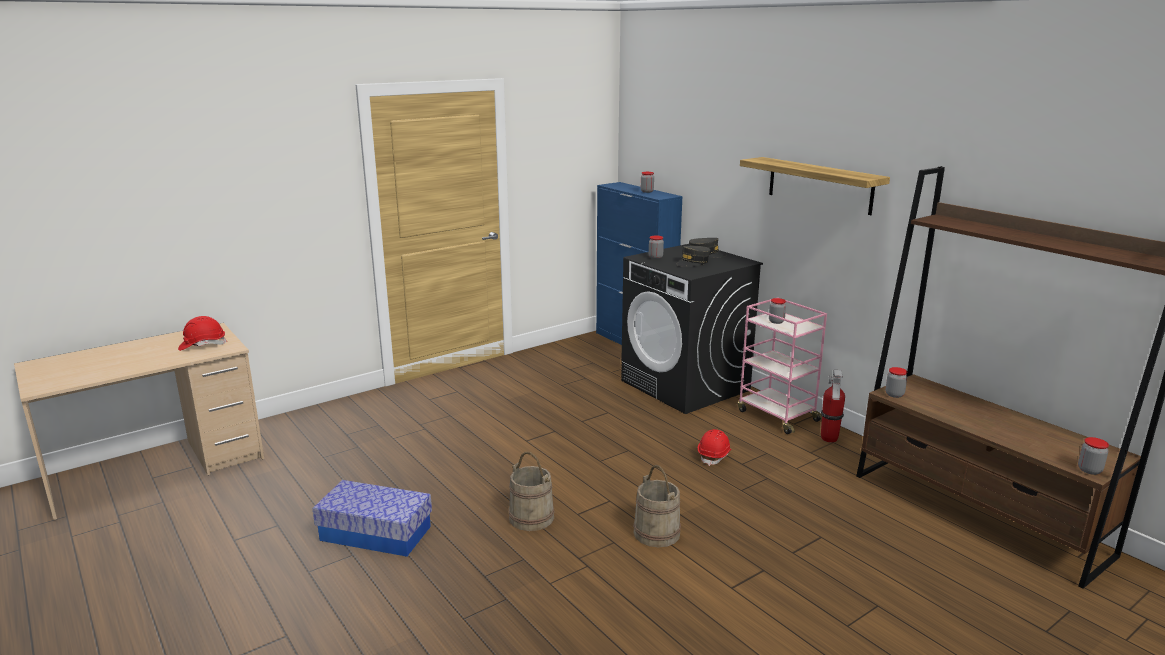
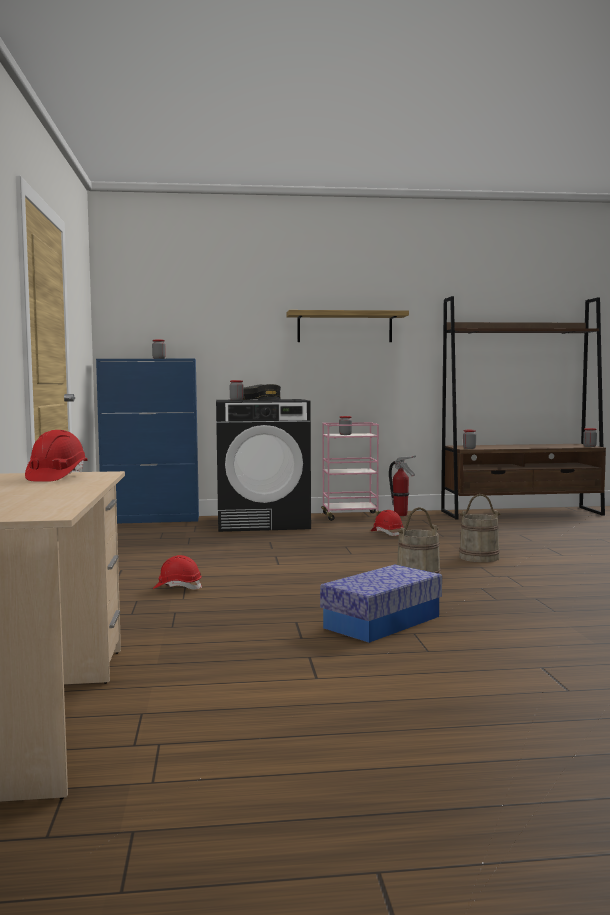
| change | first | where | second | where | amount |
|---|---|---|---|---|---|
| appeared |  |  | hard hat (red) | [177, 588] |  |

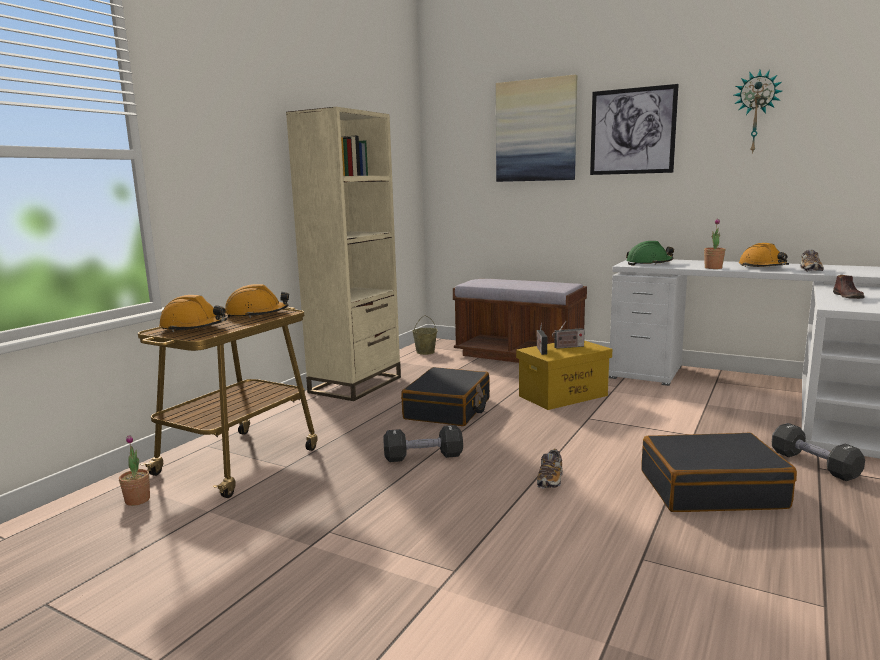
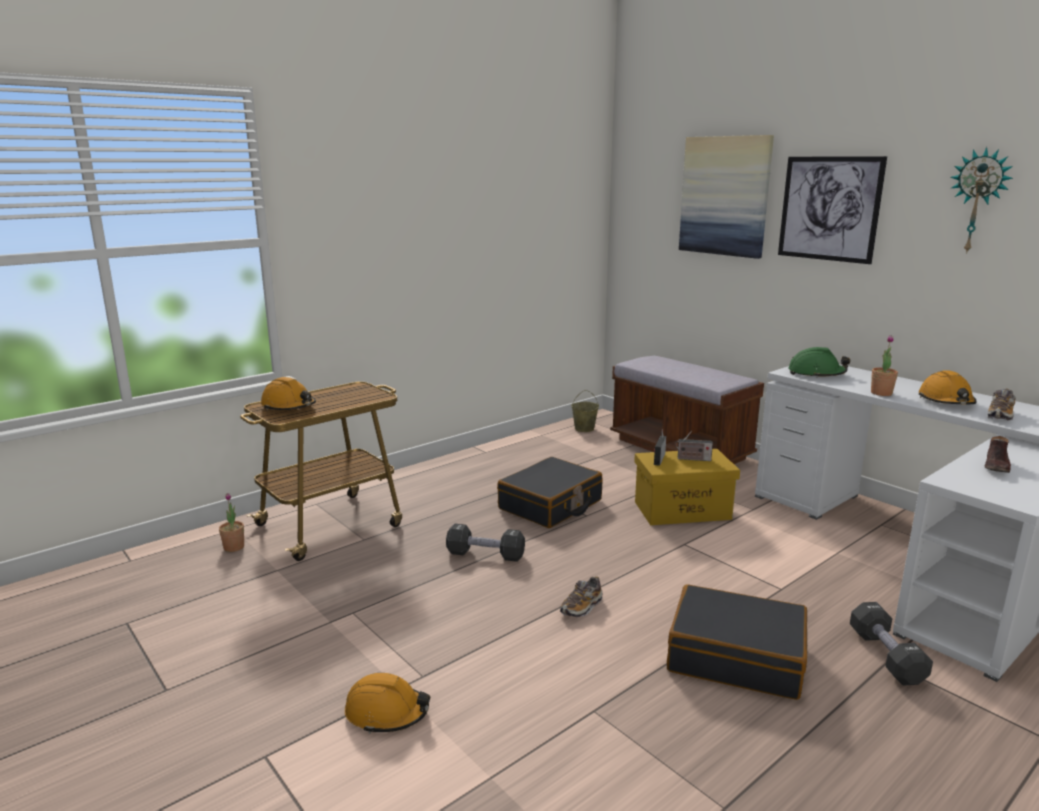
| change | first | where | second | where | amount |
|---|---|---|---|---|---|
| missing | bookcase (beige) | [356, 385] |  |  |  |
| relocated | hard hat (orange) | [257, 314] |  | [387, 713] |  |

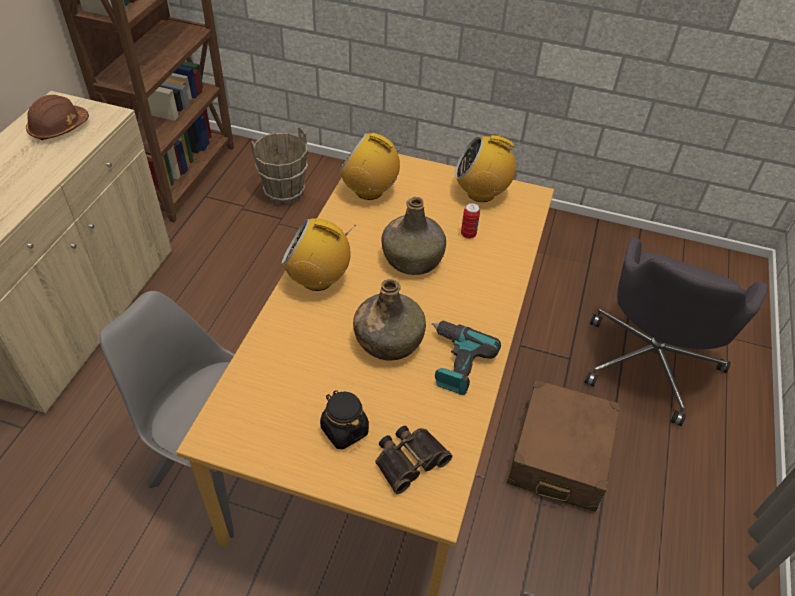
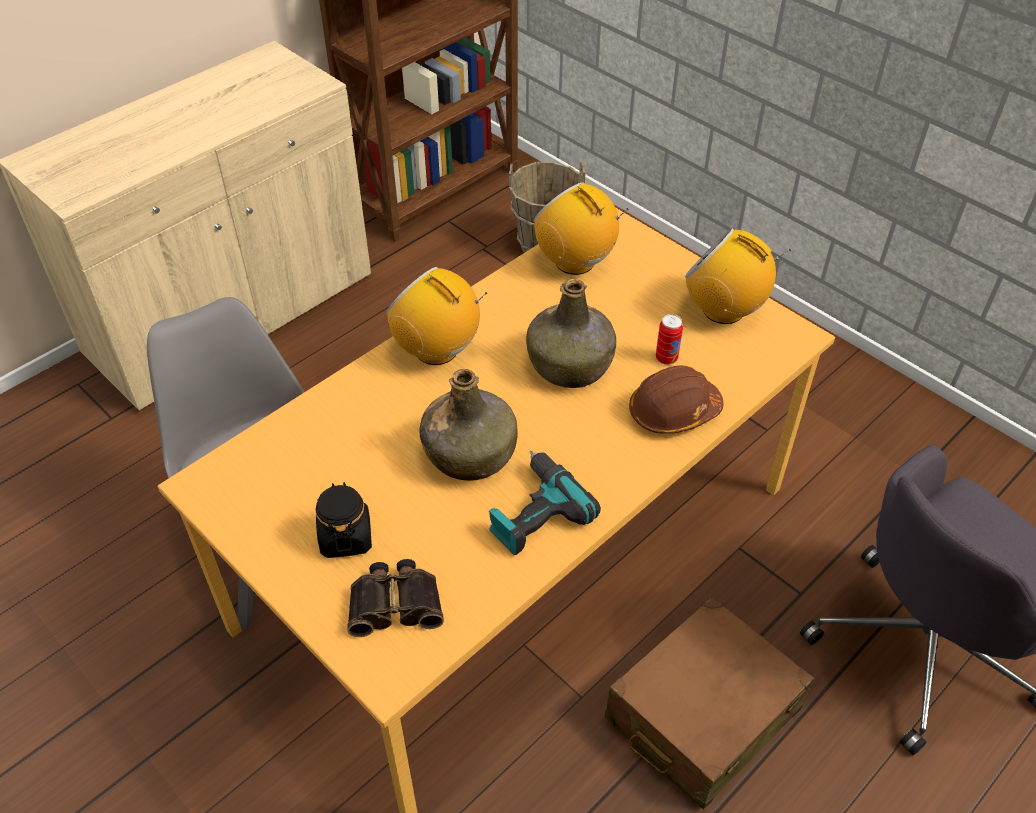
| change | first | where | second | where | amount |
|---|---|---|---|---|---|
| relocated | hard hat (brown) | [59, 128] |  | [673, 411] |  |

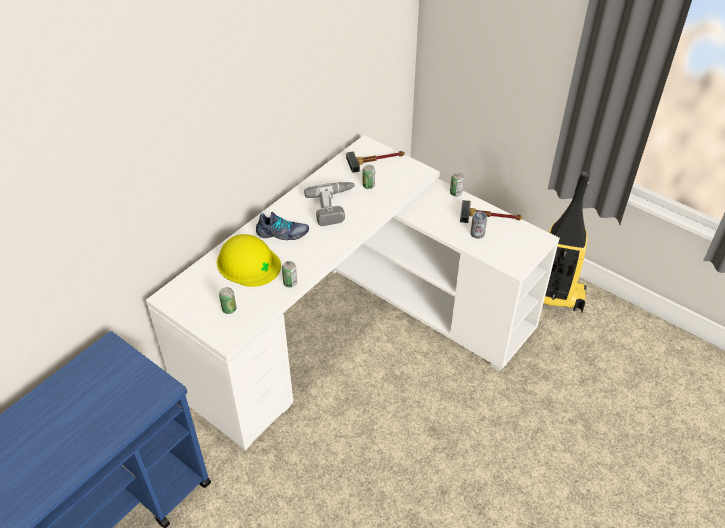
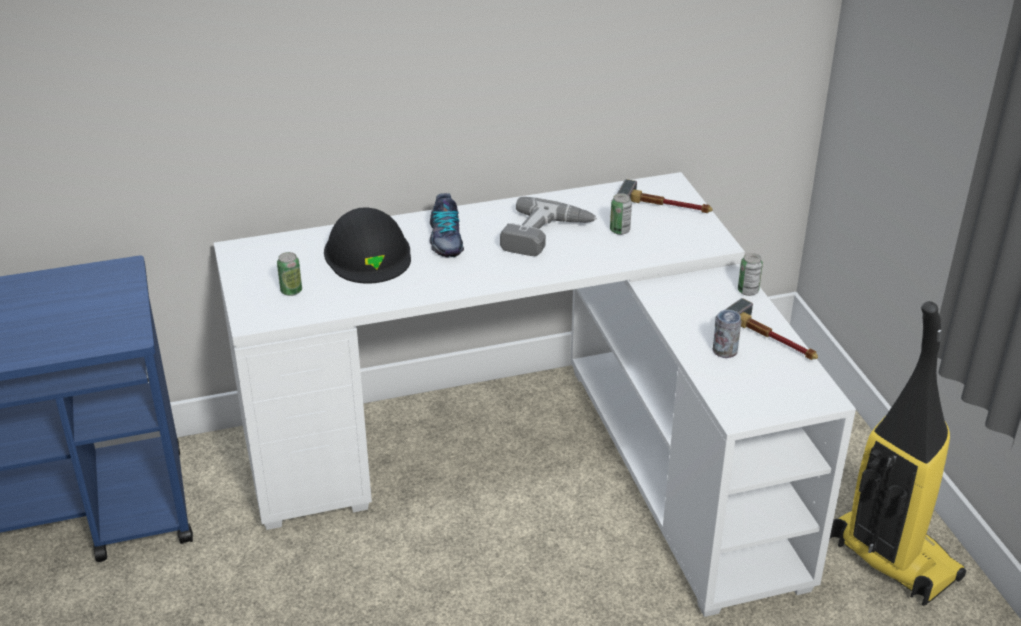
| change | first | where | second | where | amount |
|---|---|---|---|---|---|
| missing | can | [290, 283] |  |  |  |
| colour | hard hat (yellow) | [248, 263] | hard hat (black) | [368, 253] |  |
| spun | shoe | [282, 234] |  | [445, 239] | 45 degrees clockwise |

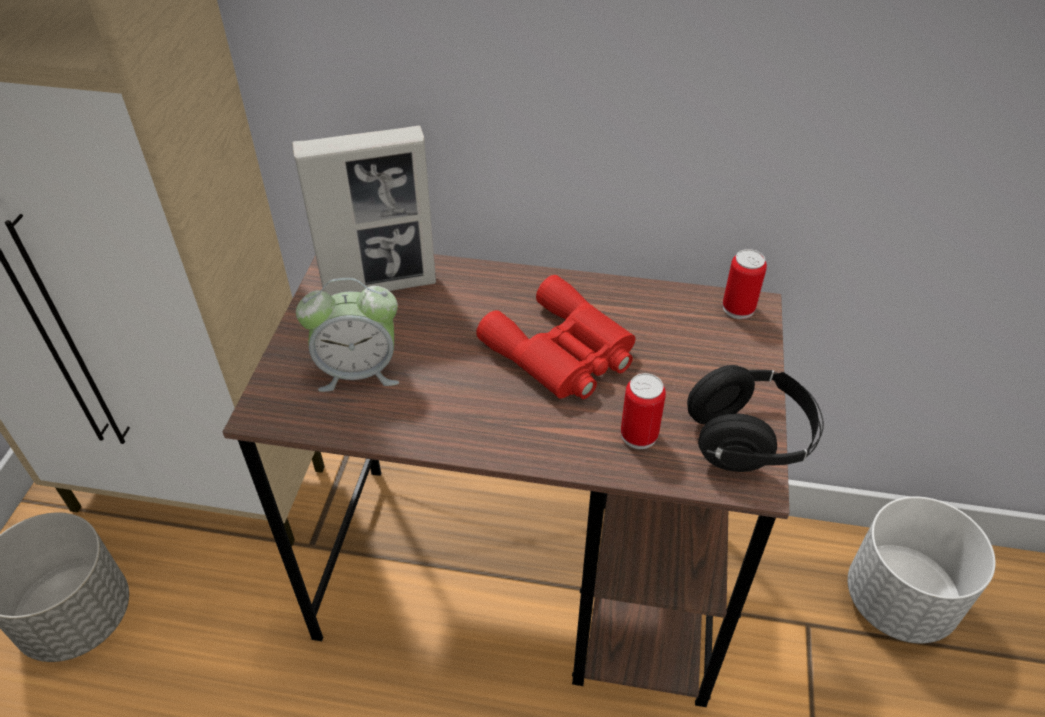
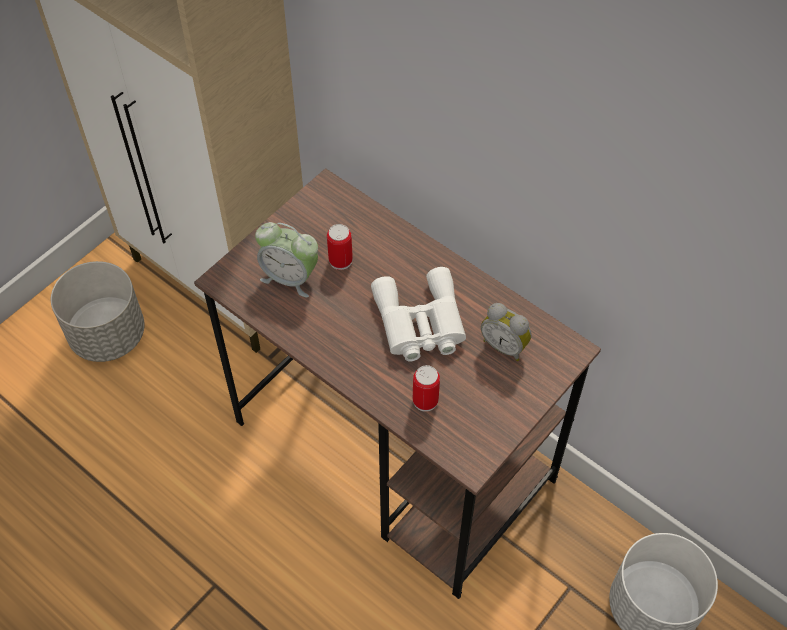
| change | first | where | second | where | amount |
|---|---|---|---|---|---|
| missing | picture frame | [380, 285] |  |  |  |
| missing | headphones (black) | [749, 439] |  |  |  |
| appeared |  |  | alarm clock | [505, 345] |  |
| relocated | can | [738, 308] |  | [340, 261] |  |
| colour | binoculars (red) | [562, 353] | binoculars (white) | [420, 323] |  |

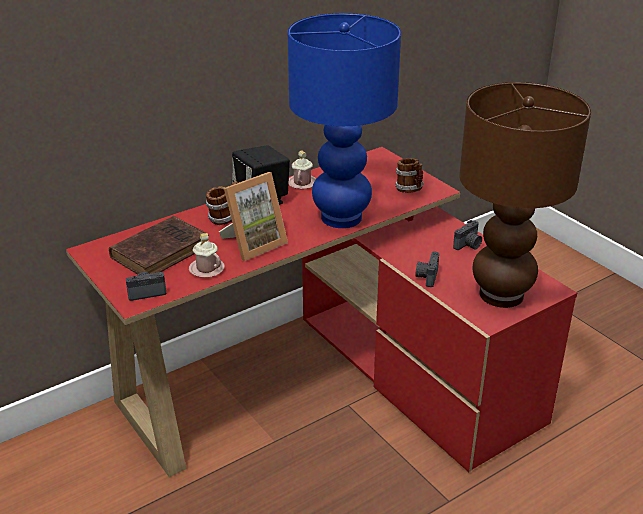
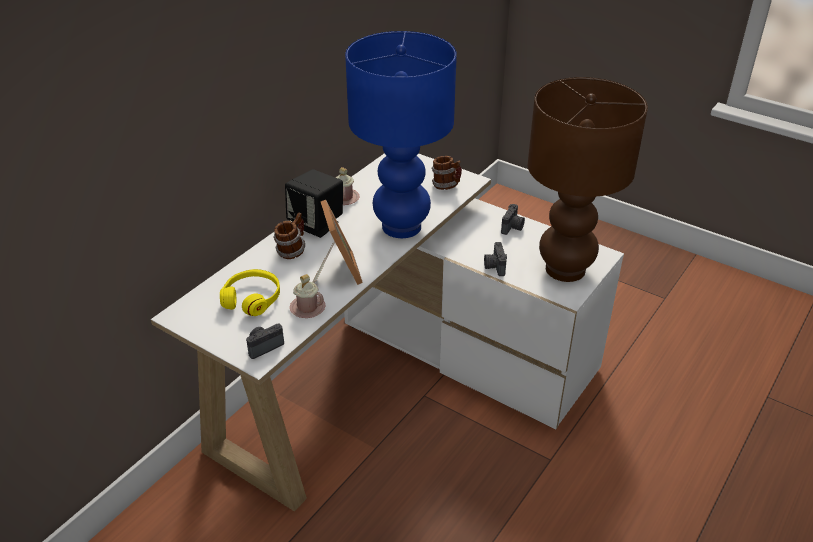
| change | first | where | second | where | amount |
|---|---|---|---|---|---|
| exchanged | book (brown) | [162, 251] | headphones (yellow) | [252, 298] |  |
| colour | desk (red) | [329, 383] | desk (white) | [397, 378] |  |
| spun | picture frame | [253, 244] |  | [336, 271] | 45 degrees counterclockwise |

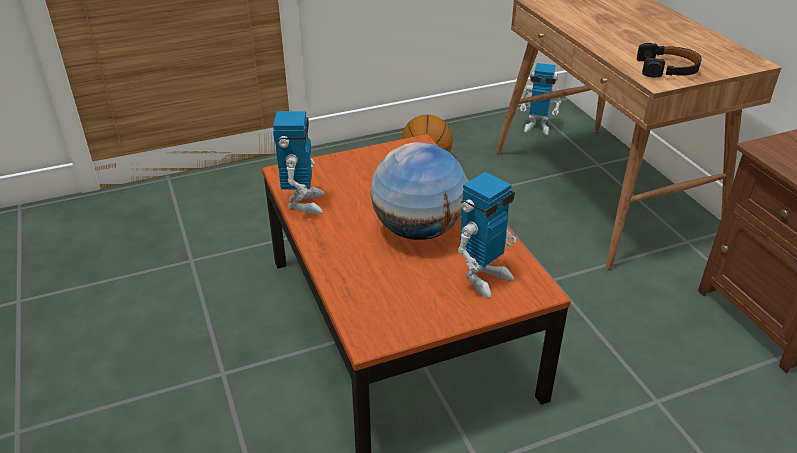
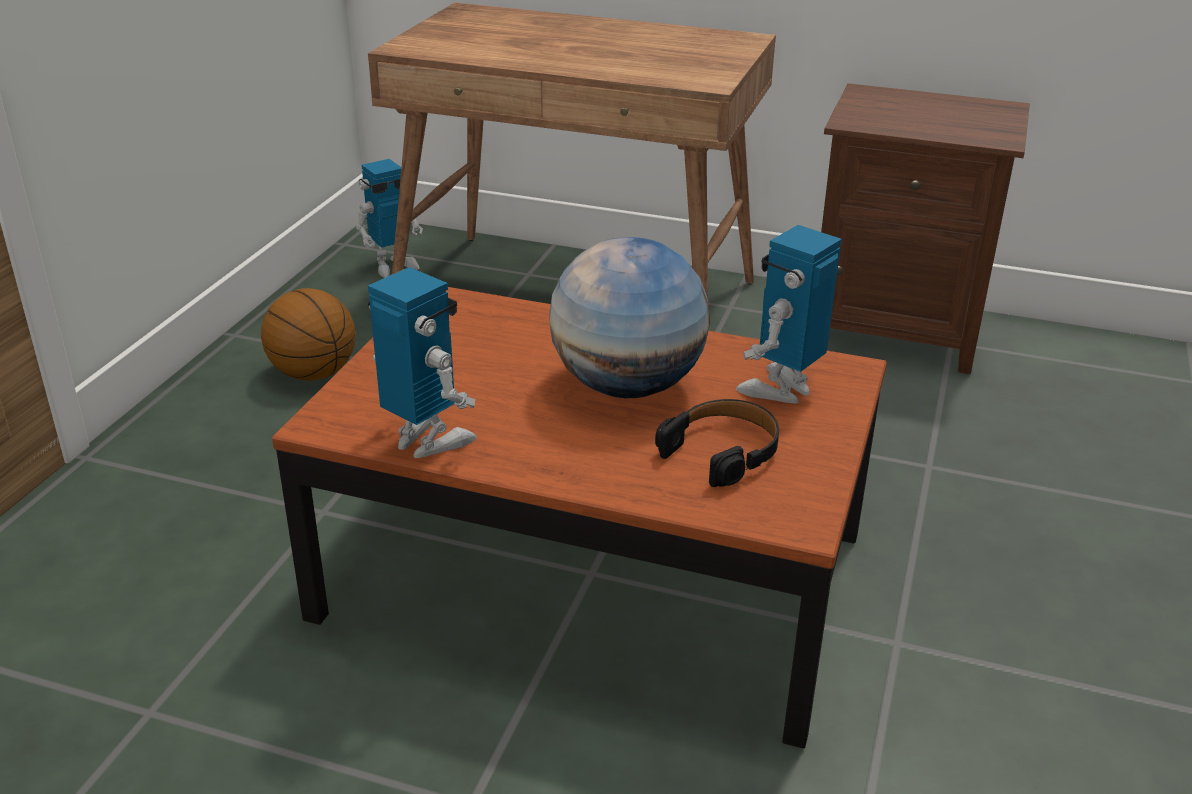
| change | first | where | second | where | amount |
|---|---|---|---|---|---|
| relocated | headphones (black) | [667, 69] |  | [722, 451] |  |
| spun | toy robot | [483, 277] |  | [781, 389] | 135 degrees counterclockwise |

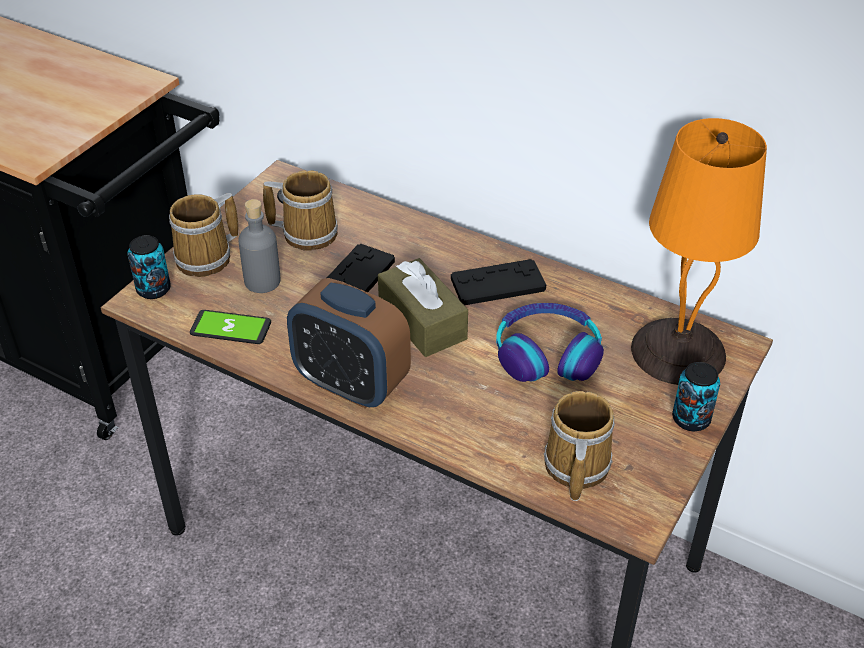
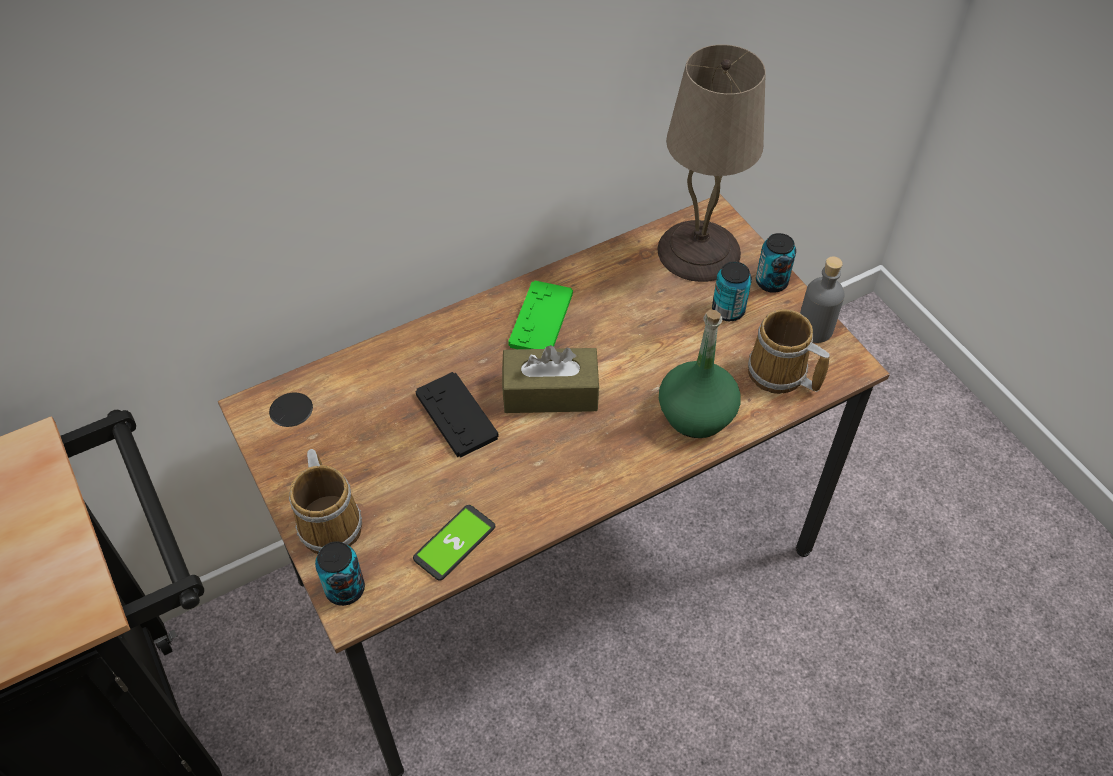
| change | first | where | second | where | amount |
|---|---|---|---|---|---|
| missing | mug | [307, 232] |  |  |  |
| missing | alarm clock | [351, 384] |  |  |  |
| missing | headphones | [547, 354] |  |  |  |
| appeared |  |  | bottle (green) | [696, 414] |  |
| appeared |  |  | can | [728, 310] |  |
| relocated | bottle (grey) | [262, 281] |  | [814, 329] |  |
| colour | game controller (black) | [498, 284] | game controller (green) | [541, 319] |  |
| colour | table lamp (orange) | [680, 351] | table lamp (beige) | [699, 249] |  |

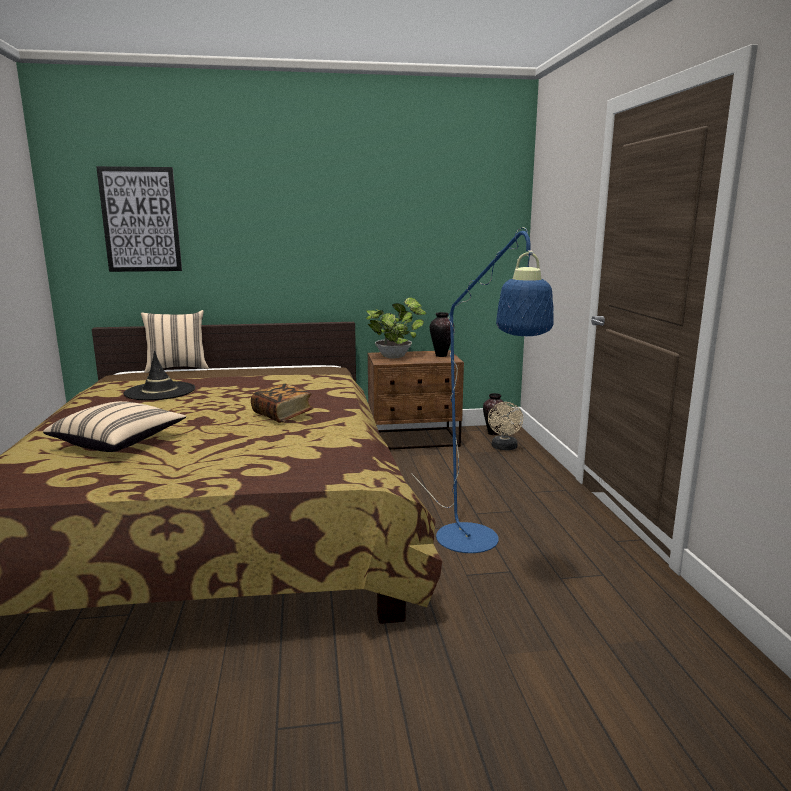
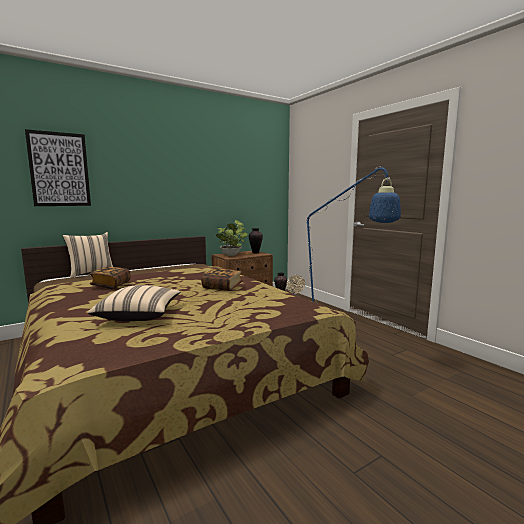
| change | first | where | second | where | amount |
|---|---|---|---|---|---|
| exchanged | hat (black) | [160, 391] | book | [111, 285] |  |

